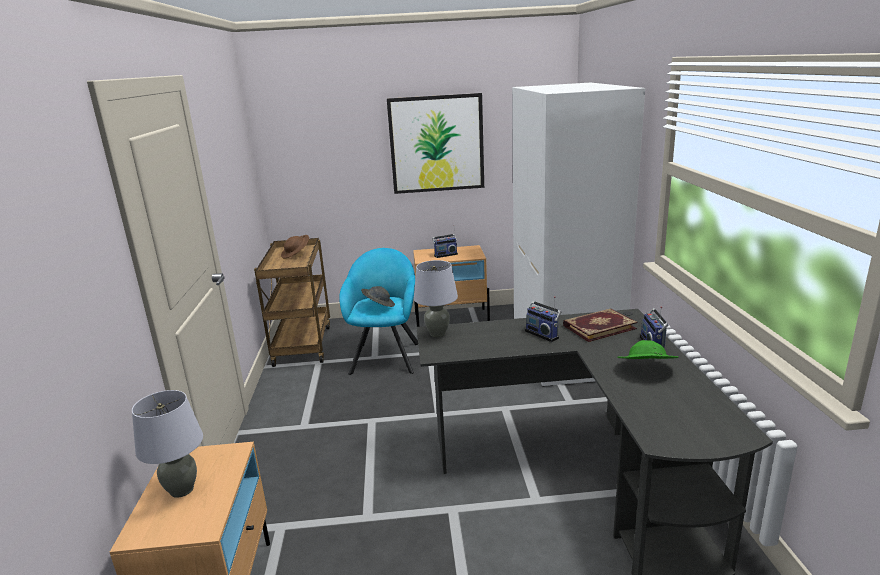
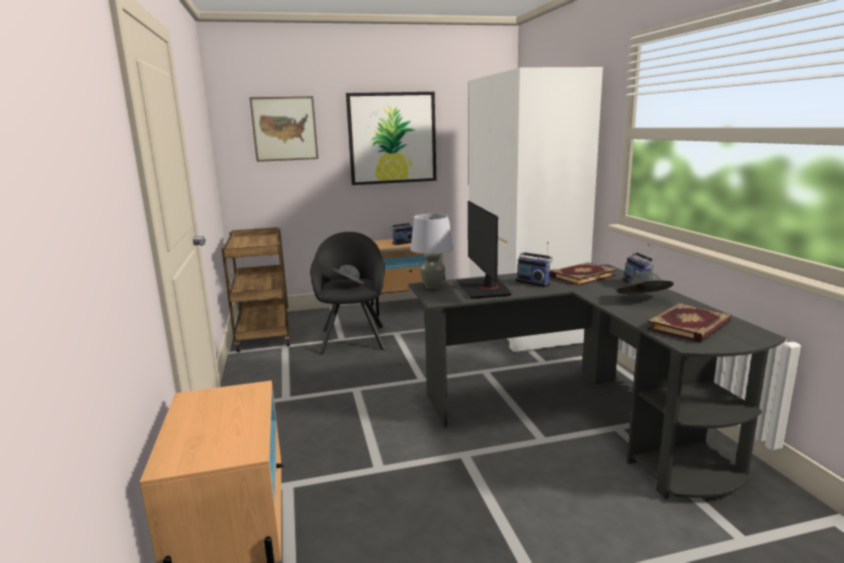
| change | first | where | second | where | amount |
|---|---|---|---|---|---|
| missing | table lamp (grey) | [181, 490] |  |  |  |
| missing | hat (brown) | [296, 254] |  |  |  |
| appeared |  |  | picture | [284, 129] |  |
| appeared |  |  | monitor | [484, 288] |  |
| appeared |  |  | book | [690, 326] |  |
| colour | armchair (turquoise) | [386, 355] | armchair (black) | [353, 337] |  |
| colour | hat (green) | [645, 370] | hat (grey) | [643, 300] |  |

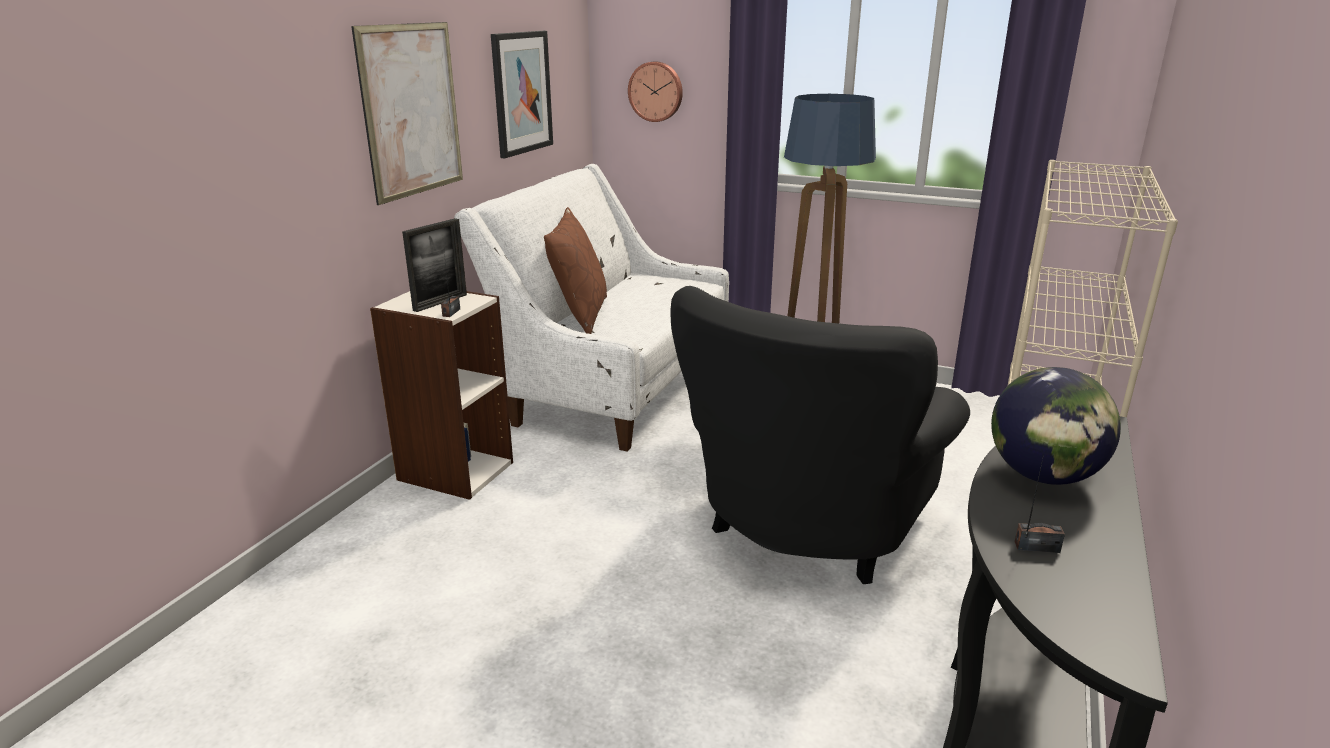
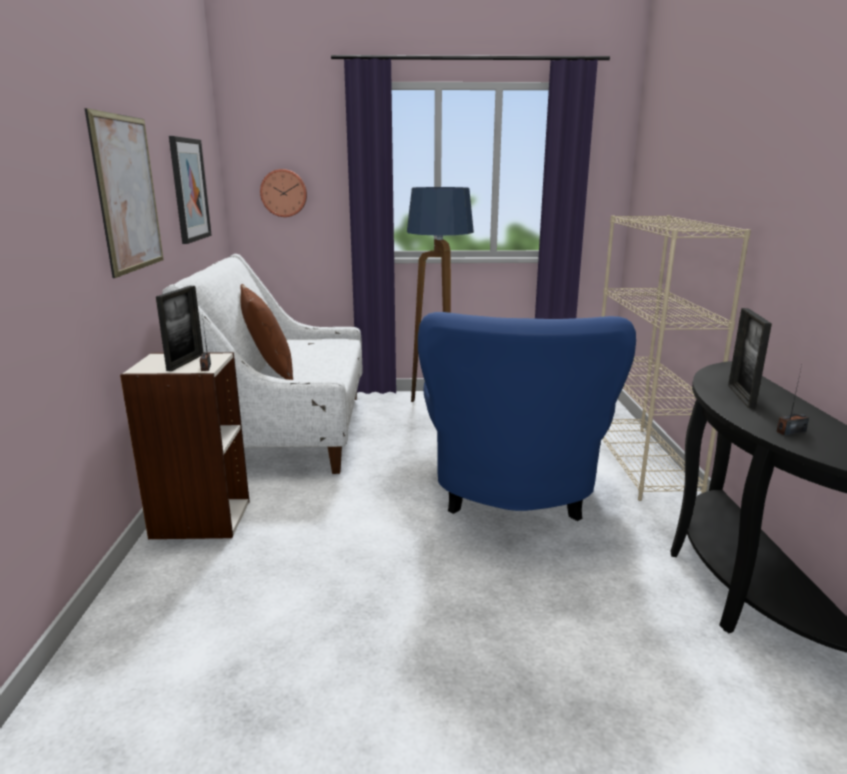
| change | first | where | second | where | amount |
|---|---|---|---|---|---|
| exchanged | globe | [1043, 476] | picture frame | [741, 396] |  |
| colour | armchair (black) | [806, 531] | armchair (blue) | [513, 497] |  |

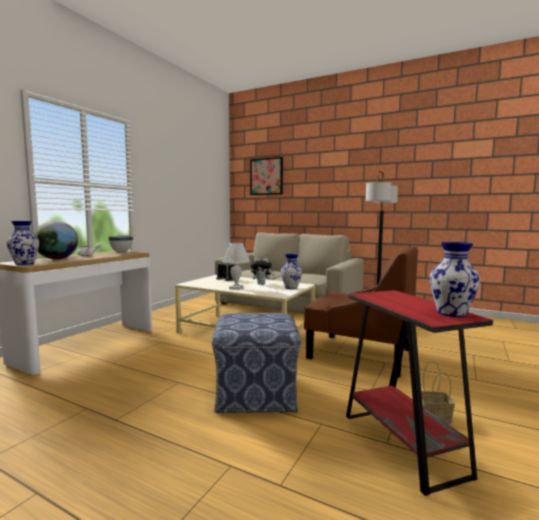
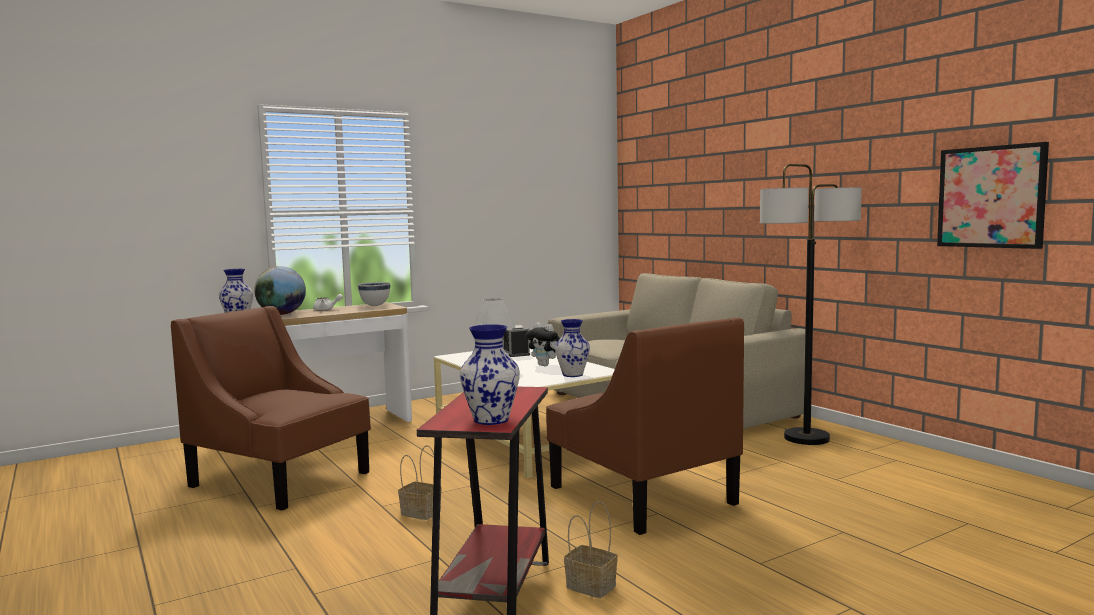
| change | first | where | second | where | amount |
|---|---|---|---|---|---|
| appeared |  |  | armchair (brown) | [280, 479] |  |
| relocated | picture | [266, 176] |  | [991, 197] |  |
| exchanged | ottoman | [255, 393] | basket | [419, 513] |  |

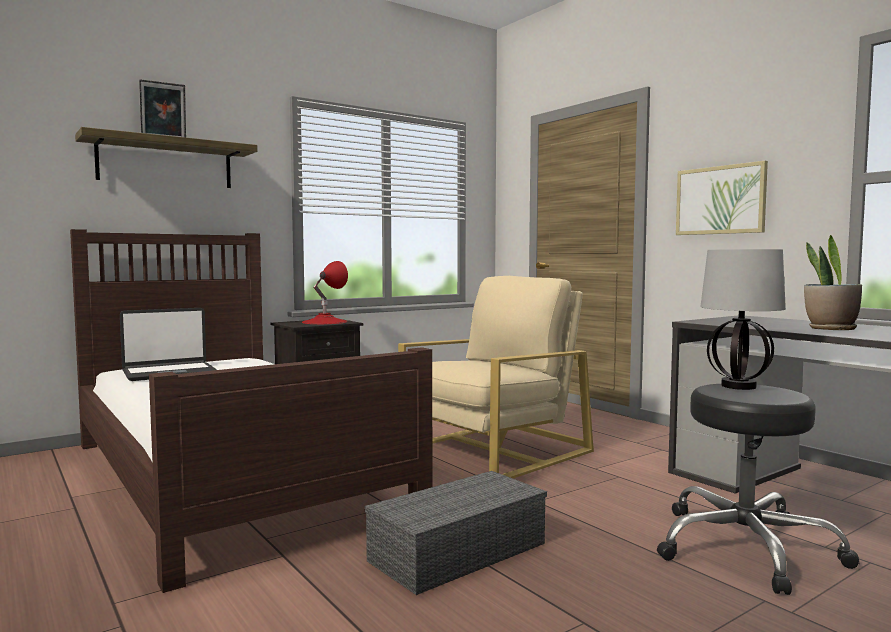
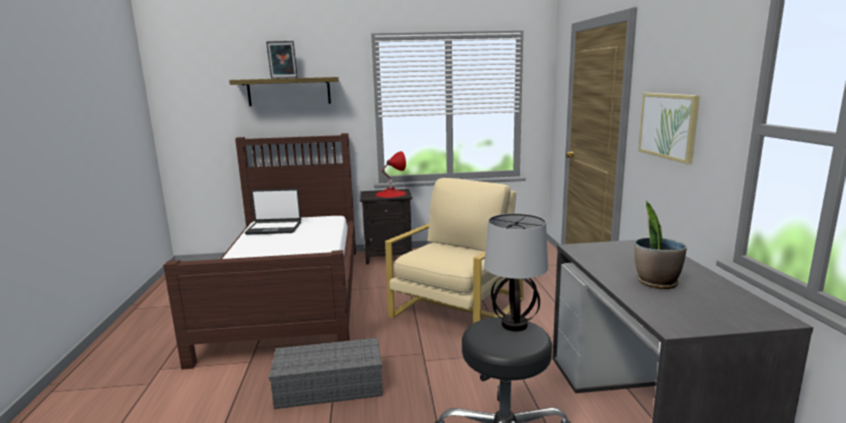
| change | first | where | second | where | amount |
|---|---|---|---|---|---|
| spun | armchair (beige) | [493, 450] |  | [456, 308] | 45 degrees counterclockwise |

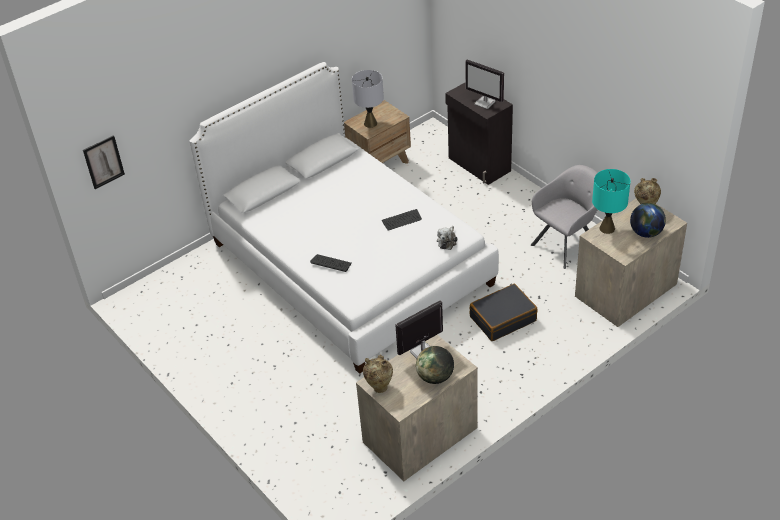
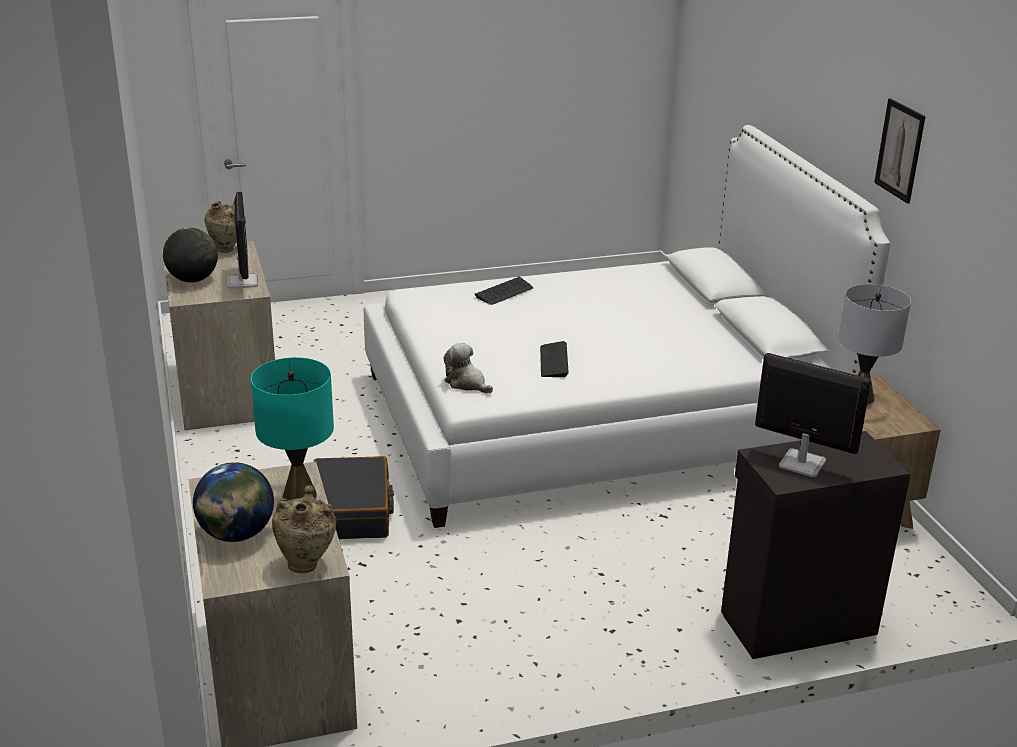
| change | first | where | second | where | amount |
|---|---|---|---|---|---|
| missing | armchair (grey) | [567, 243] |  |  |  |
| relocated | picture | [103, 162] |  | [900, 150] |  |
| spun | monitor | [485, 103] |  | [801, 463] | 60 degrees clockwise |

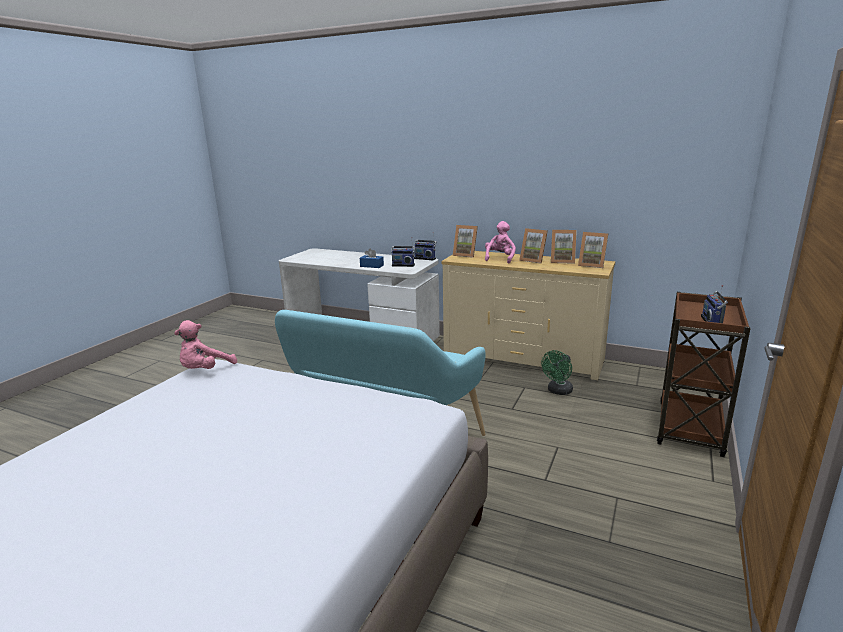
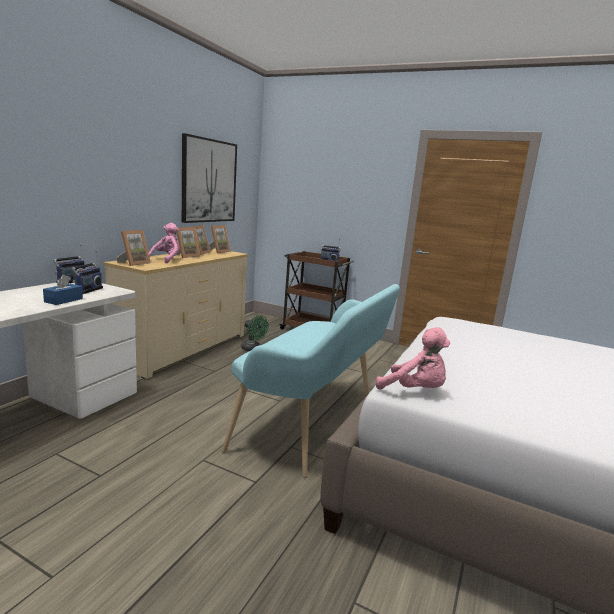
| change | first | where | second | where | amount |
|---|---|---|---|---|---|
| appeared |  |  | picture | [209, 181] |  |
| spun | plush toy (pink) | [500, 258] |  | [167, 259] | 90 degrees clockwise |

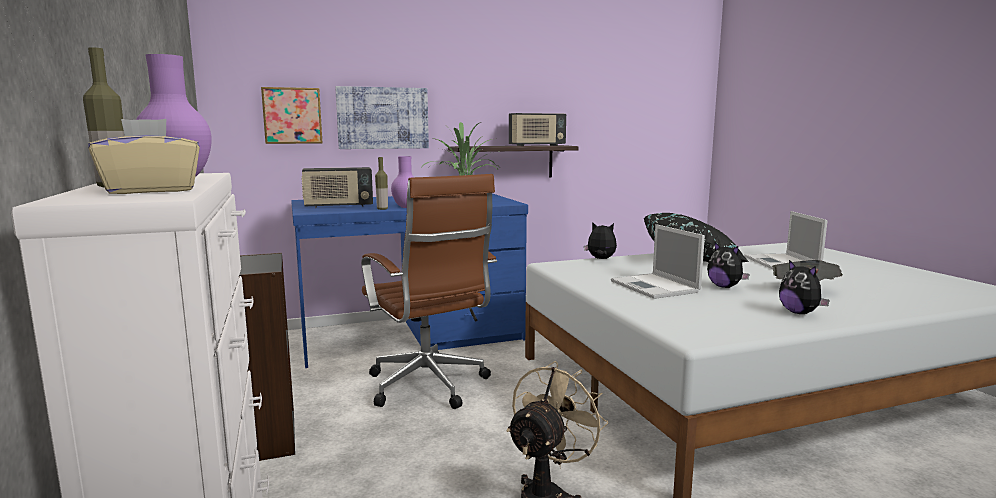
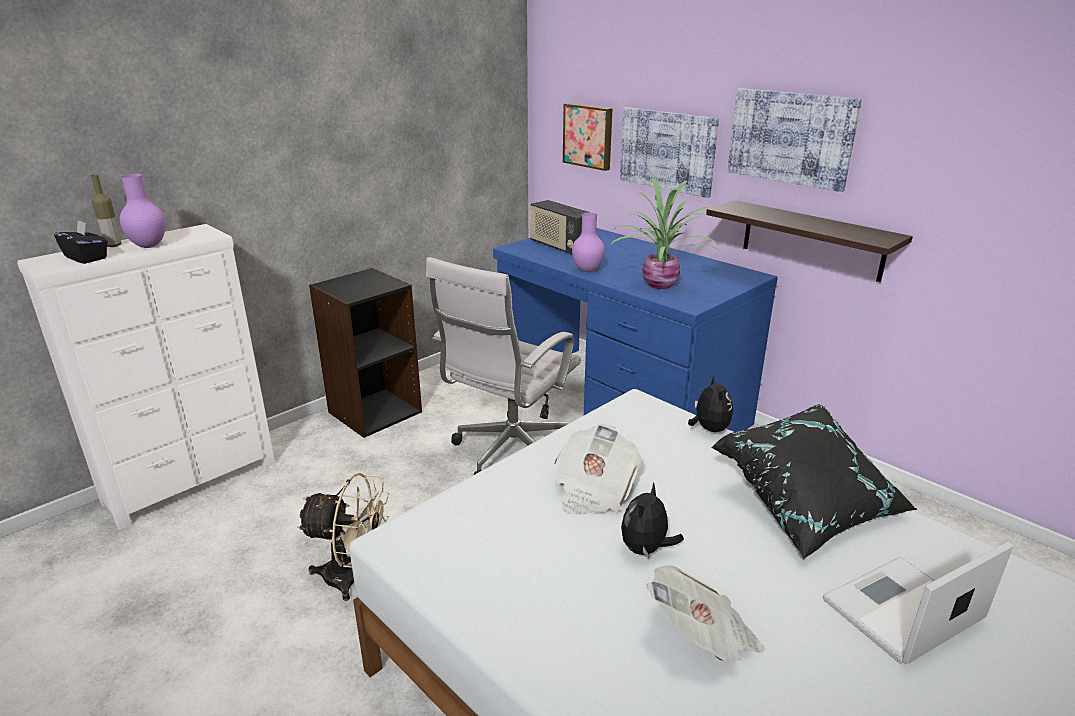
| change | first | where | second | where | amount |
|---|---|---|---|---|---|
| missing | bottle | [382, 209] |  |  |  |
| missing | radio | [537, 145] |  |  |  |
| missing | plush toy | [799, 313] |  |  |  |
| appeared |  |  | picture | [790, 137] |  |
| exchanged | laptop | [655, 287] | newspaper | [593, 490] |  |
| colour | tissue box (beige) | [151, 190] | tissue box (black) | [87, 258] |  |
| colour | office chair (brown) | [429, 387] | office chair (white) | [509, 455] |  |

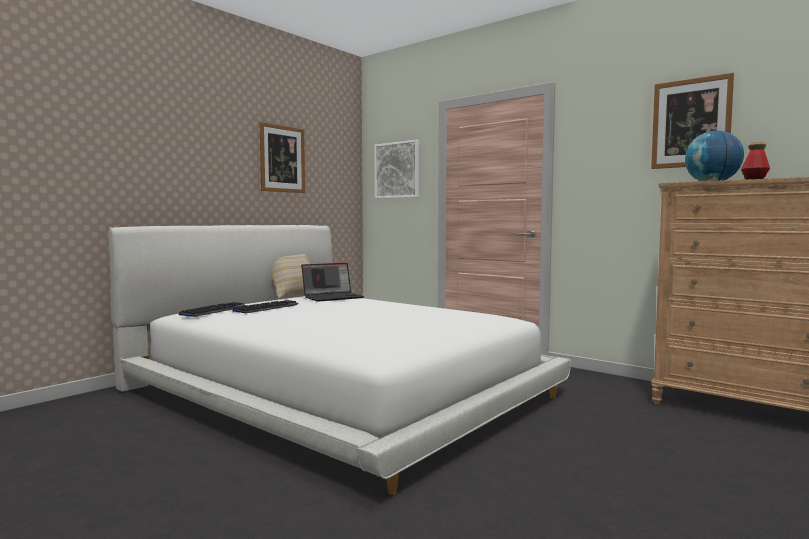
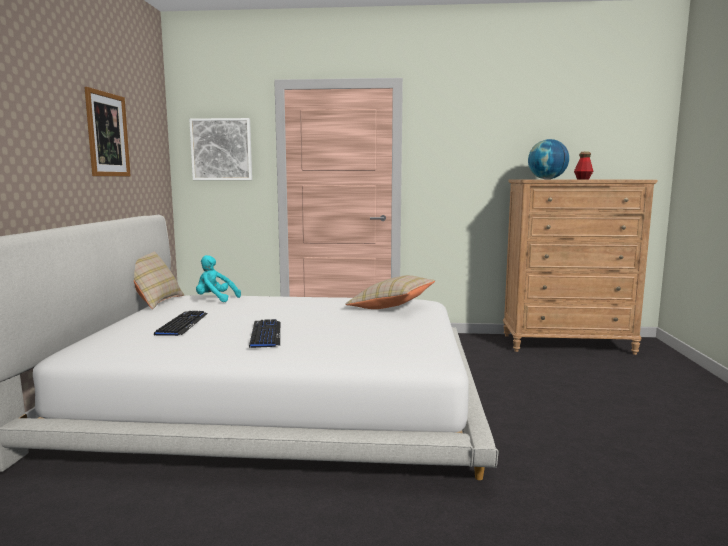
| change | first | where | second | where | amount |
|---|---|---|---|---|---|
| missing | picture | [691, 123] |  |  |  |
| appeared |  |  | pillow (beige) | [391, 307] |  |
| relocated | keyboard | [214, 311] |  | [265, 334] |  |
| exchanged | laptop | [333, 297] | plush toy (turquoise) | [215, 299] |  |

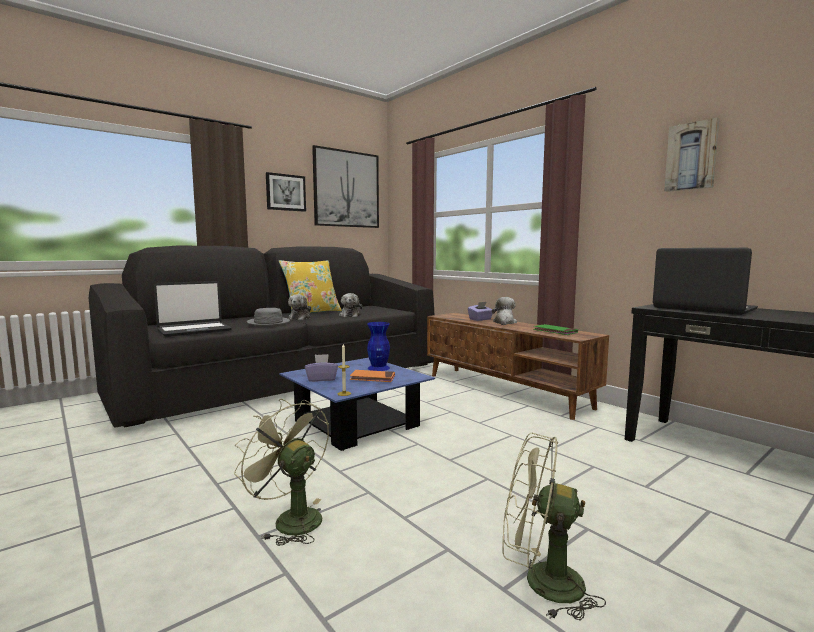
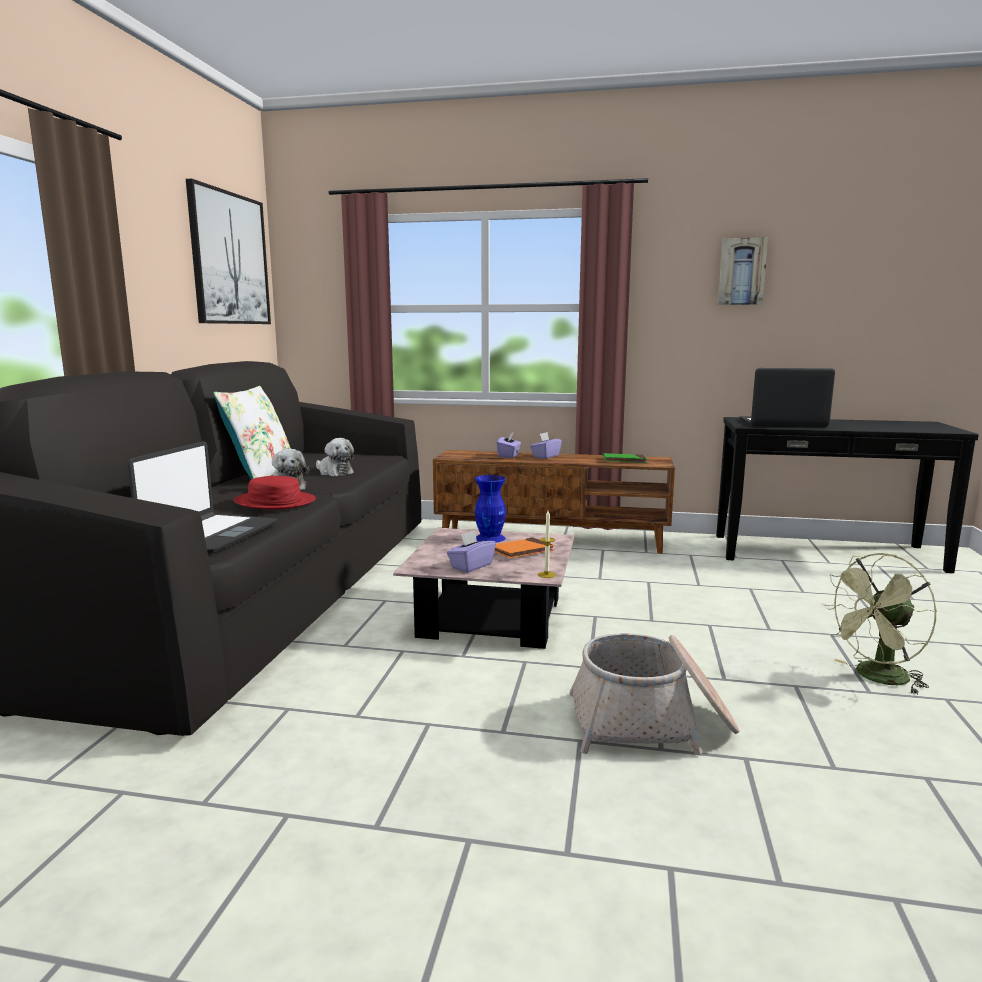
| change | first | where | second | where | amount |
|---|---|---|---|---|---|
| missing | picture | [285, 192] |  |  |  |
| exchanged | fan (green) | [290, 519] | basket | [651, 723] |  |
| exchanged | plush toy | [504, 322] | tissue box (purple) | [545, 456] |  |
| colour | hat (grey) | [268, 322] | hat (red) | [274, 502] |  |
| colour | pillow (yellow) | [312, 313] | pillow (white) | [260, 476] |  |
| colour | coffee table (blue) | [356, 424] | coffee table (pink) | [491, 617] |  |

